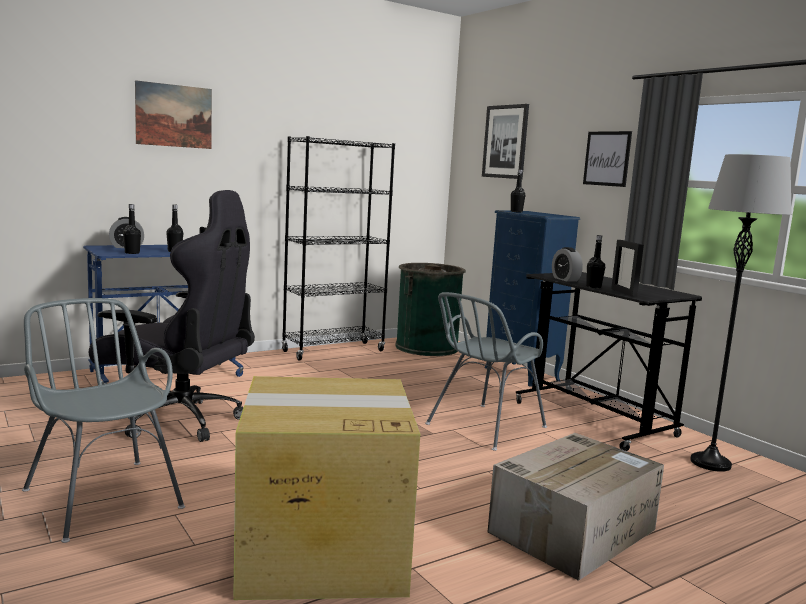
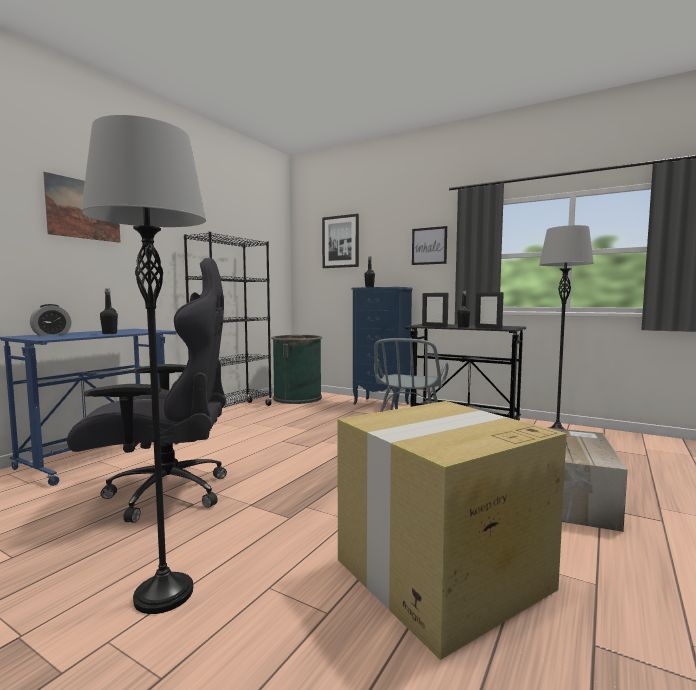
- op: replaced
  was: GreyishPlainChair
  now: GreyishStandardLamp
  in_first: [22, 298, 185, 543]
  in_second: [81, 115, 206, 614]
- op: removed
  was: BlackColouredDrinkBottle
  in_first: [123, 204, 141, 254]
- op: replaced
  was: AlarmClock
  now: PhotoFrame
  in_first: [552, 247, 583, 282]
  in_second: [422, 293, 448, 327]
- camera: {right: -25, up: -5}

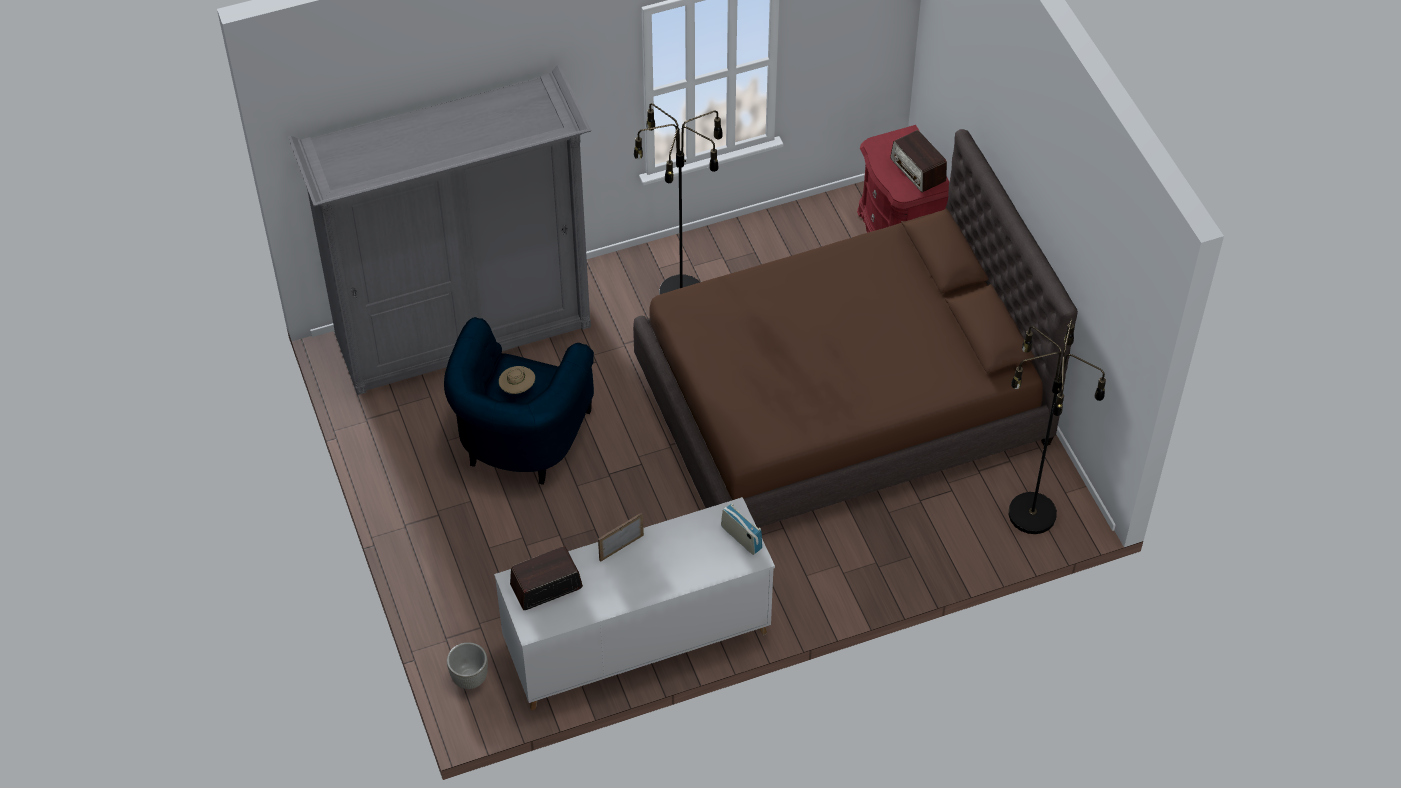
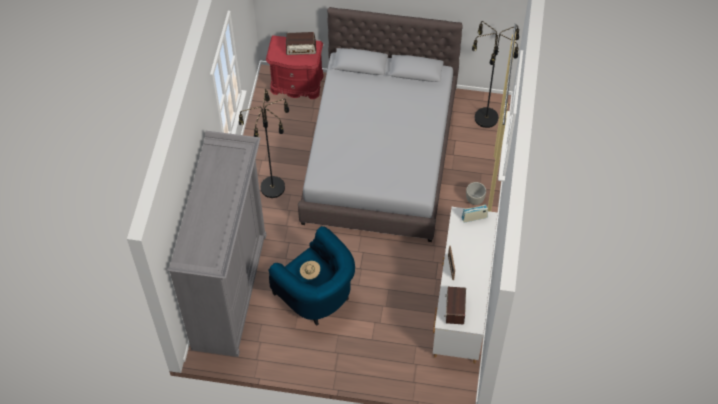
- op: moved
  was: GreyishFlowerPot
  in_first: [447, 642, 488, 689]
  in_second: [466, 182, 486, 205]
- op: recoloured
  was: BrownishBedroomBed
  now: GreyishBedroomBed
  in_first: [633, 129, 1078, 528]
  in_second: [298, 7, 463, 242]
- camera: {right: -60, up: 5}

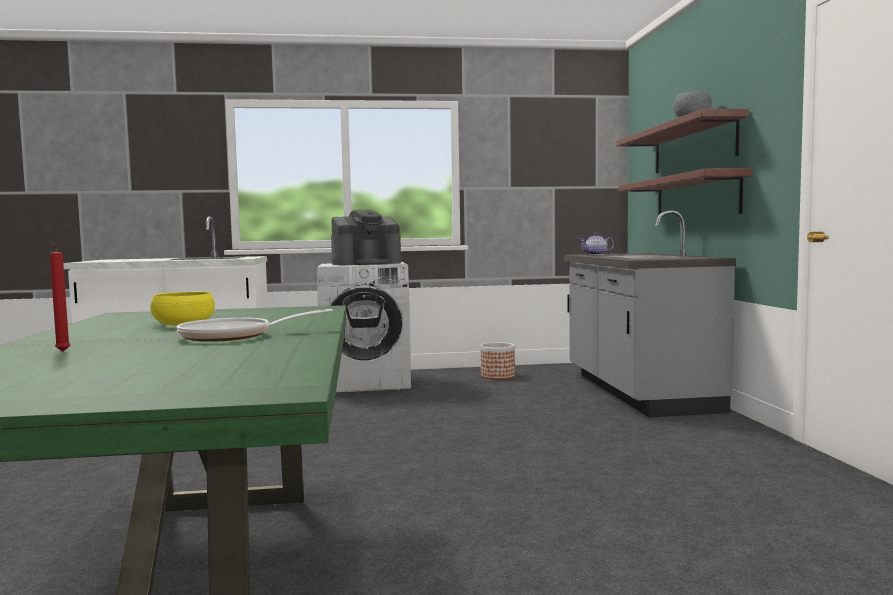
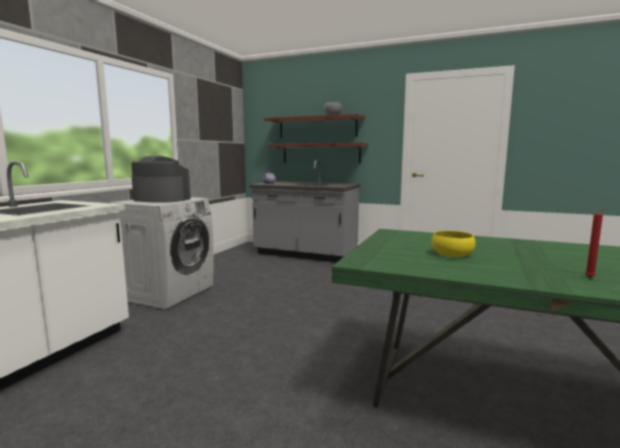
- op: removed
  was: Skillet
  in_first: [177, 309, 333, 342]
- op: turned
  was: CoffeeMaker
  in_first: [331, 210, 401, 265]
  in_second: [131, 156, 191, 203]
  clockwise: -75
- op: removed
  was: FlowerPot
  in_first: [480, 342, 515, 380]
- camera: {right: -60, up: 5}

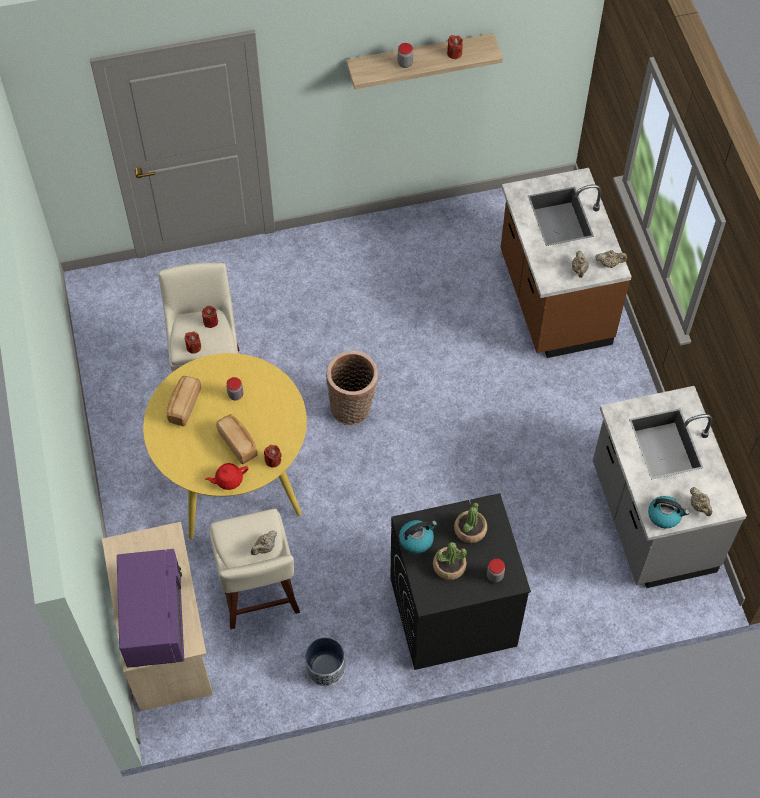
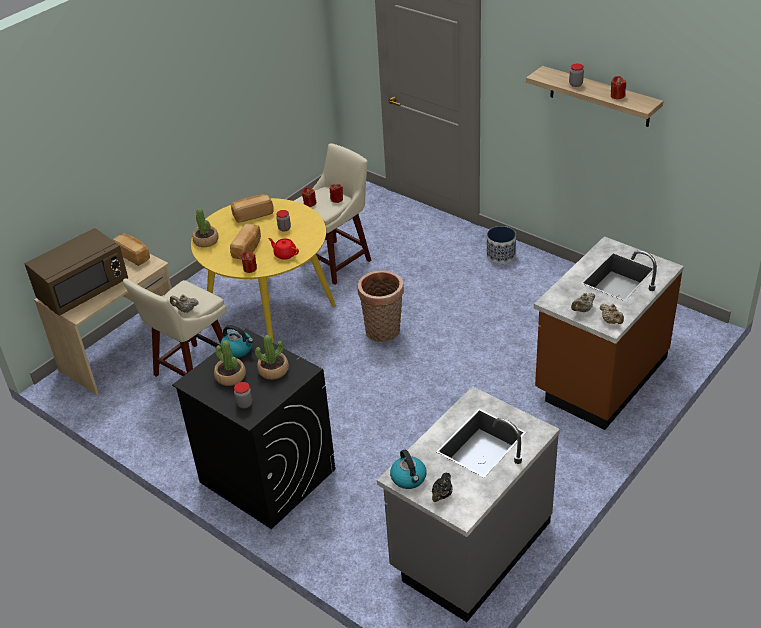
- op: recoloured
  was: PurplishMicrowave
  now: BrownishMicrowave
  in_first: [117, 549, 184, 668]
  in_second: [25, 228, 128, 316]
- op: moved
  was: RedColouredTeapot
  in_first: [205, 463, 248, 490]
  in_second: [268, 238, 299, 260]
- op: moved
  was: FlowerPot
  in_first: [305, 637, 345, 686]
  in_second: [487, 226, 516, 263]
- op: recoloured
  was: BeigeColouredTeapot
  now: BlackColouredTeapot
  in_first: [690, 487, 712, 516]
  in_second: [432, 473, 452, 502]
- op: added
  now: Bread
  in_second: [113, 233, 150, 266]
- op: added
  now: Houseplant
  in_second: [192, 208, 219, 247]
- camera: {right: 55, up: -20}

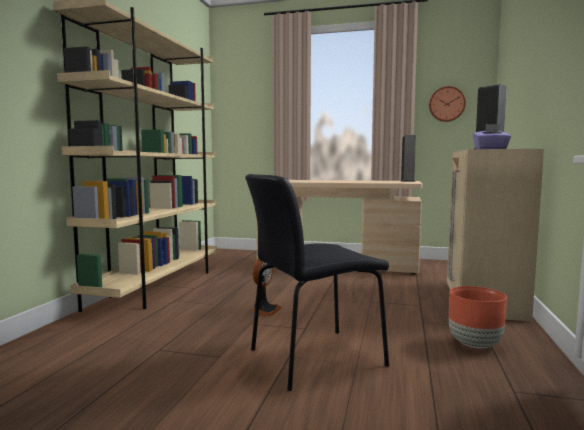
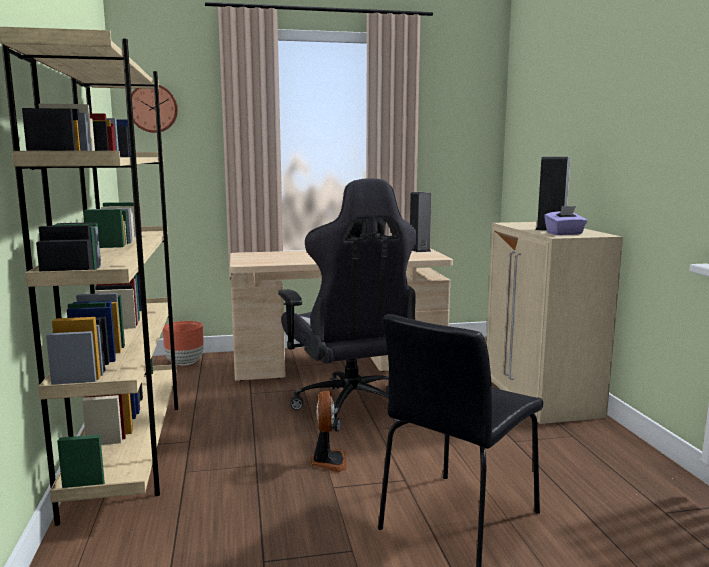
- op: moved
  was: ClockOnTheWall
  in_first: [429, 86, 466, 122]
  in_second: [132, 85, 178, 133]
- op: moved
  was: BrownishFlowerPot
  in_first: [449, 286, 507, 348]
  in_second: [163, 321, 204, 366]
- op: added
  now: BlackColouredDeskChair
  in_second: [278, 178, 417, 431]
- camera: {right: -25, up: 5}

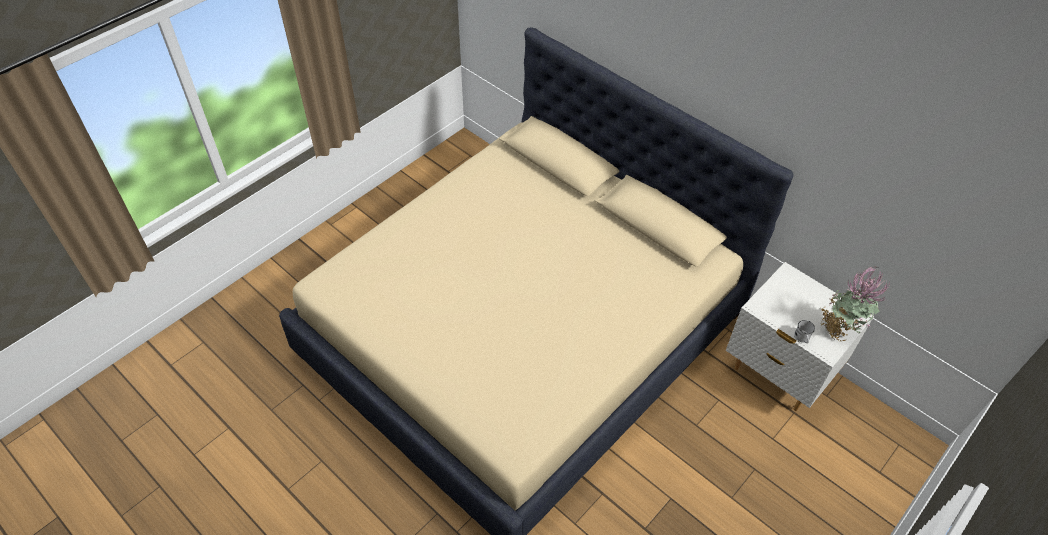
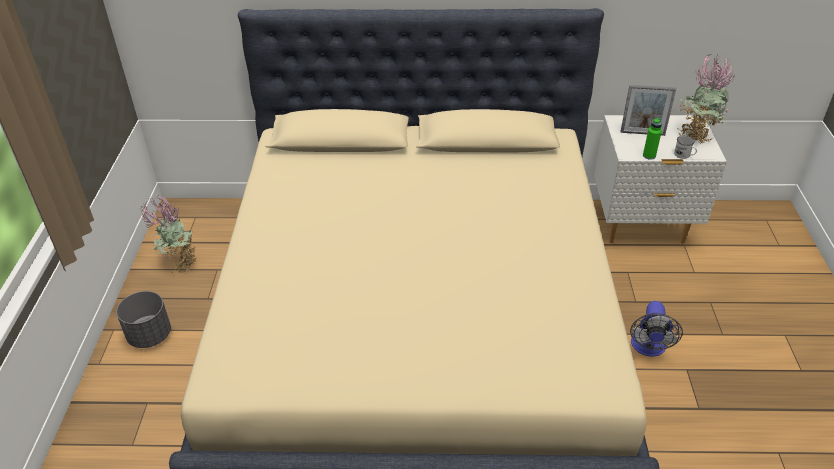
- op: added
  now: GreyishFlowerPot
  in_second: [116, 291, 171, 348]
- op: added
  now: Houseplant
  in_second: [140, 196, 196, 274]
- op: added
  now: PhotoFrame
  in_second: [621, 85, 676, 136]
- op: added
  now: Fan
  in_second: [630, 301, 683, 357]
- op: added
  now: GreenishDrinkBottle
  in_second: [643, 118, 662, 160]
- camera: {right: -40, up: -10}

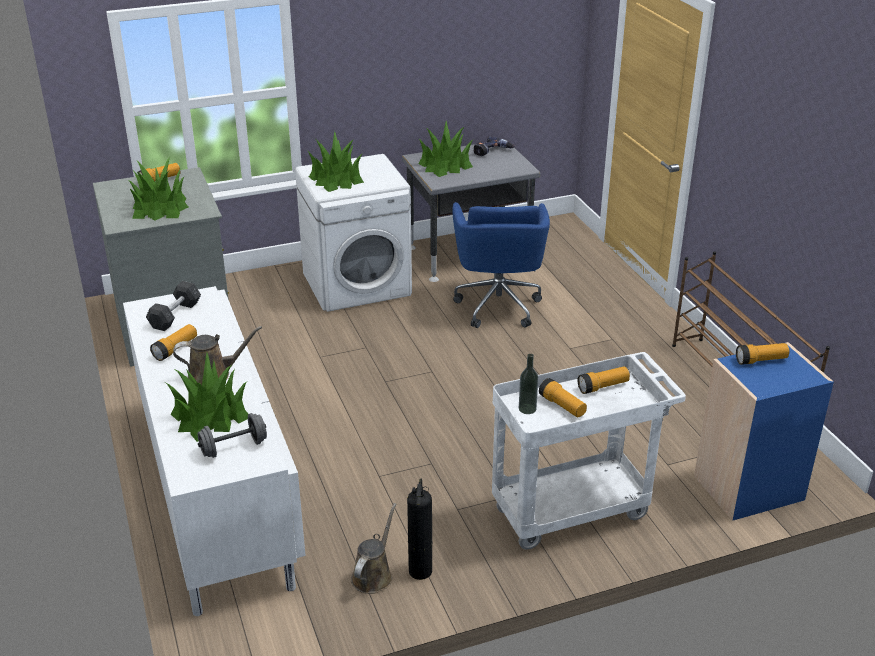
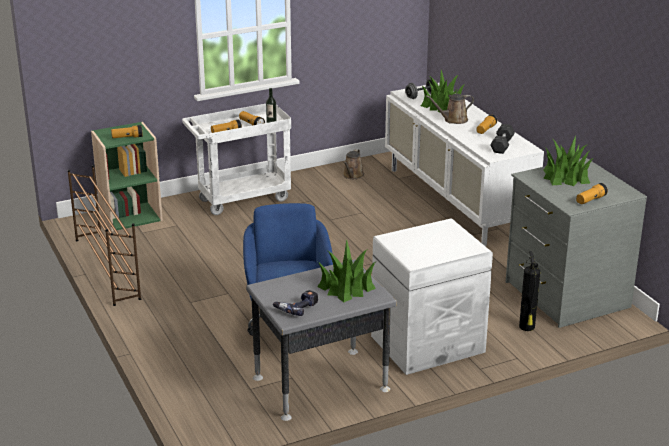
- op: removed
  was: Houseplant
  in_first: [307, 131, 364, 192]
- op: moved
  was: FireFightingCylinder
  in_first: [407, 478, 432, 580]
  in_second: [519, 251, 540, 331]
- op: recoloured
  was: BlueColouredShelvingUnit
  now: GreenishShelvingUnit
  in_first: [694, 342, 834, 521]
  in_second: [91, 122, 163, 231]
- camera: {right: 175, up: -5}

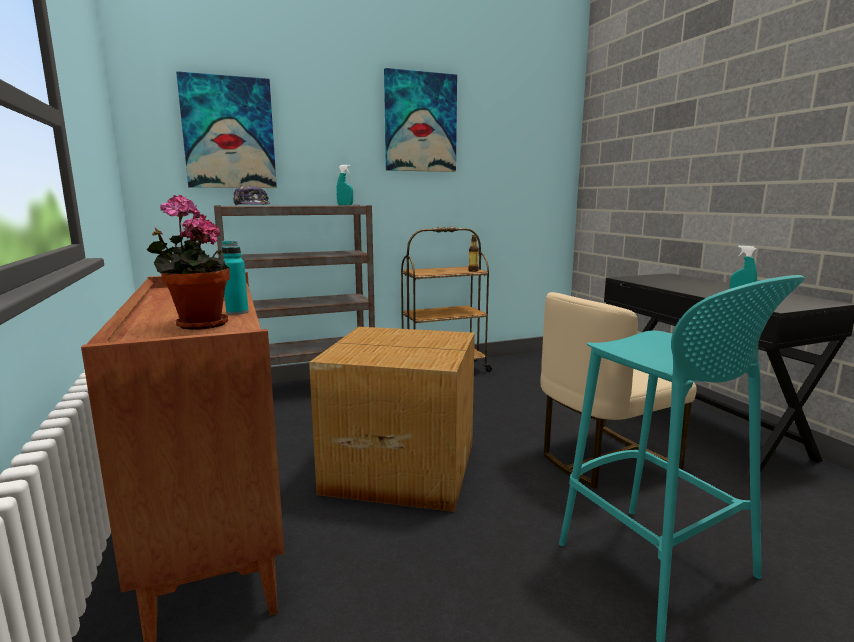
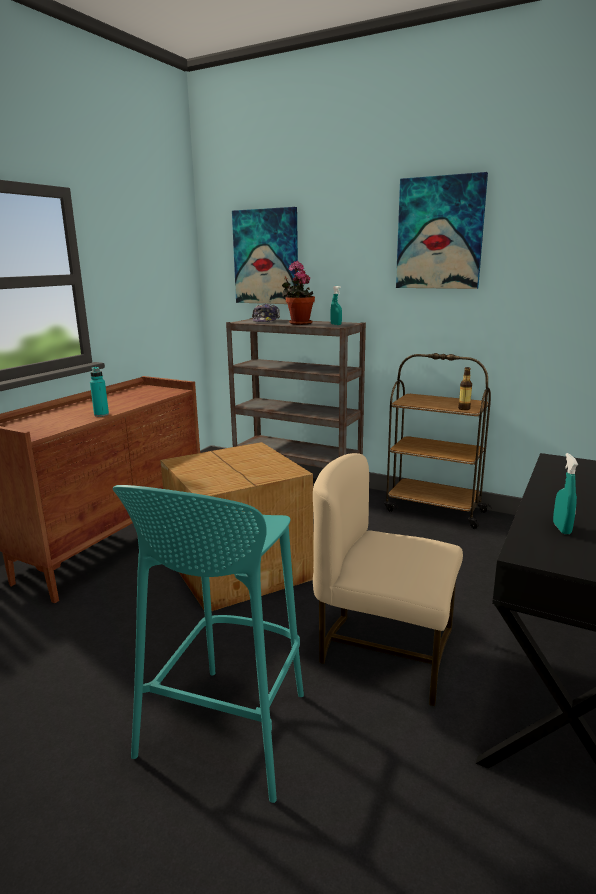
- op: moved
  was: Houseplant
  in_first: [147, 195, 230, 330]
  in_second: [282, 261, 315, 325]
- camera: {right: 50, up: 5}

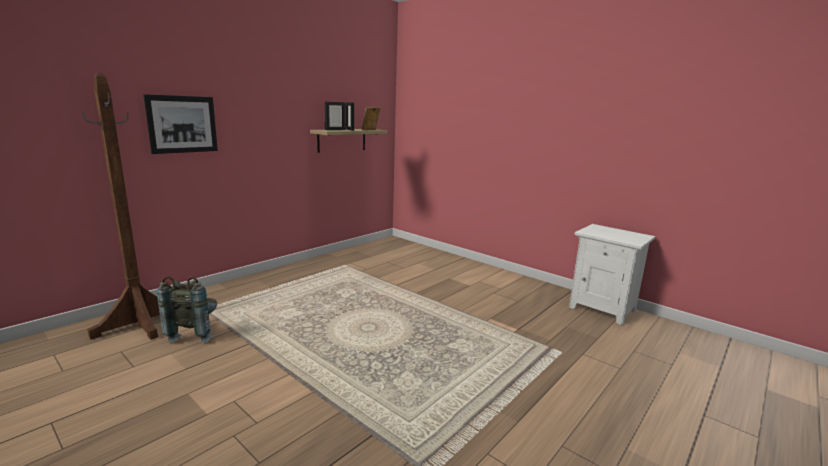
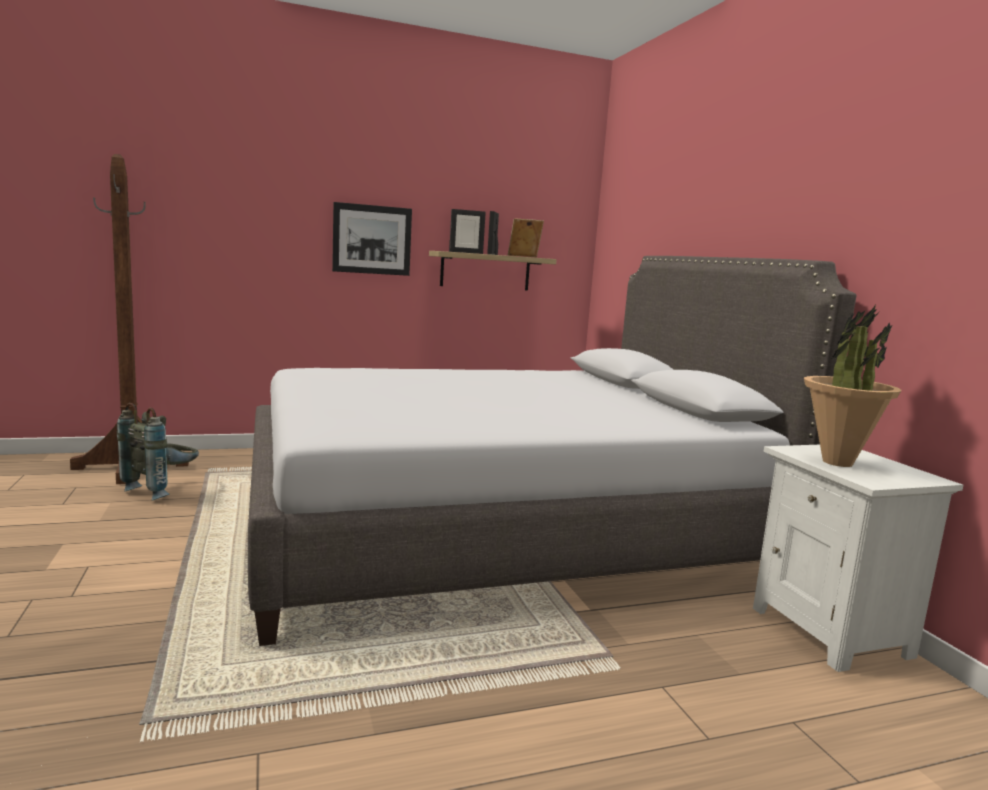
- op: moved
  was: WallArt
  in_first: [143, 94, 218, 154]
  in_second: [332, 202, 412, 276]
- op: added
  now: GreyishBedroomBed
  in_second: [248, 256, 857, 646]
- op: added
  now: Houseplant
  in_second: [804, 305, 902, 467]
- camera: {right: 30, up: -5}

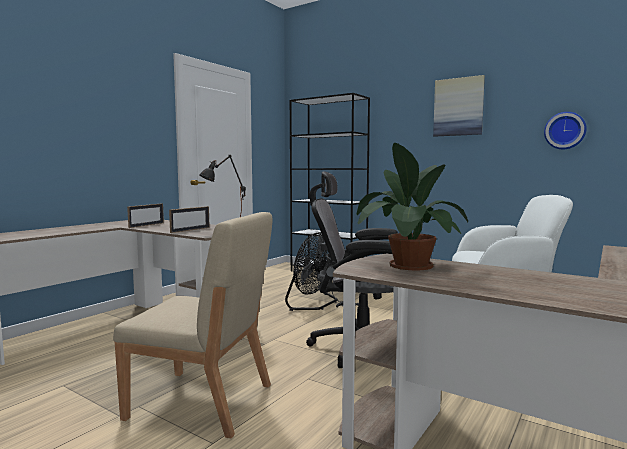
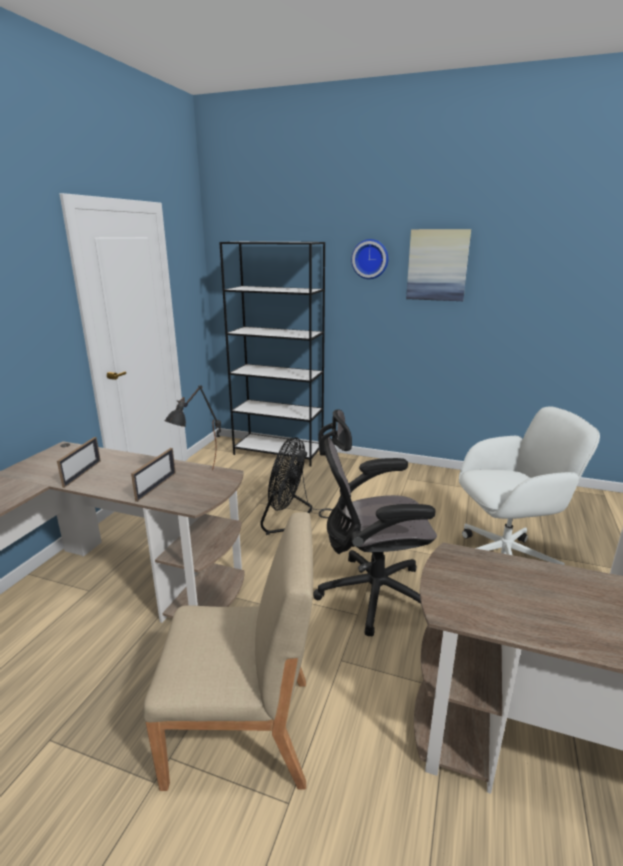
- op: removed
  was: Houseplant
  in_first: [356, 143, 468, 270]
- op: moved
  was: ClockOnTheWall
  in_first: [544, 112, 587, 149]
  in_second: [351, 239, 388, 279]
- camera: {right: -15, up: 15}

